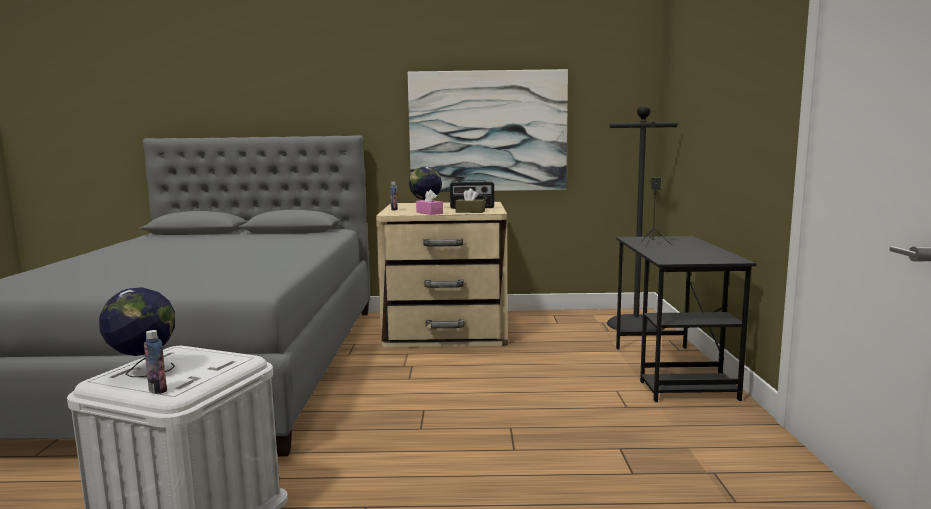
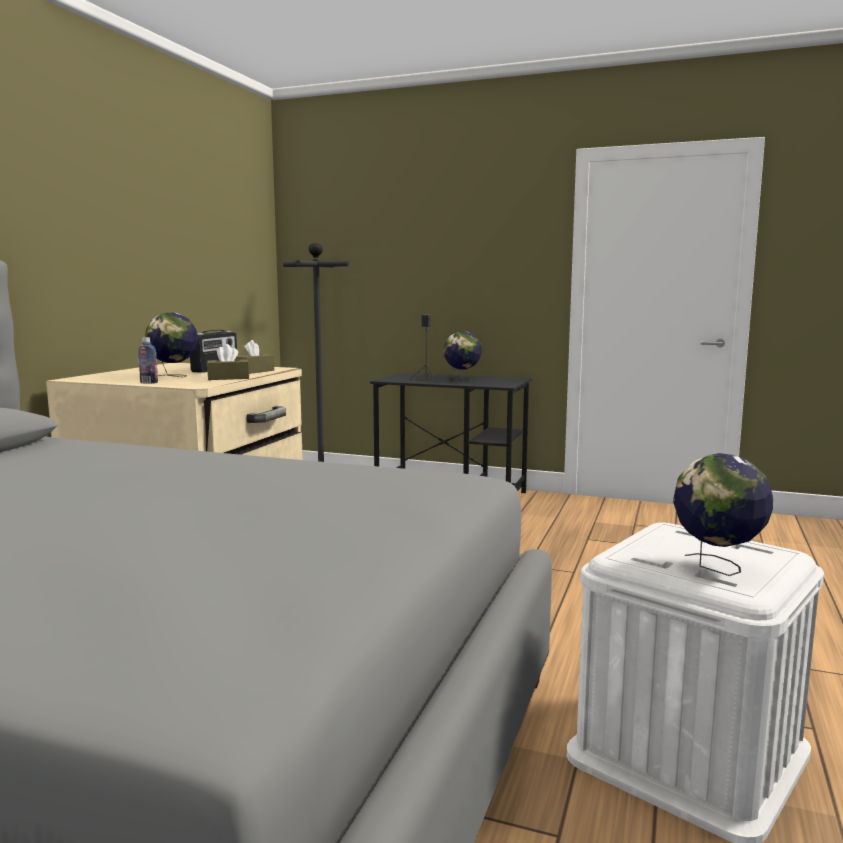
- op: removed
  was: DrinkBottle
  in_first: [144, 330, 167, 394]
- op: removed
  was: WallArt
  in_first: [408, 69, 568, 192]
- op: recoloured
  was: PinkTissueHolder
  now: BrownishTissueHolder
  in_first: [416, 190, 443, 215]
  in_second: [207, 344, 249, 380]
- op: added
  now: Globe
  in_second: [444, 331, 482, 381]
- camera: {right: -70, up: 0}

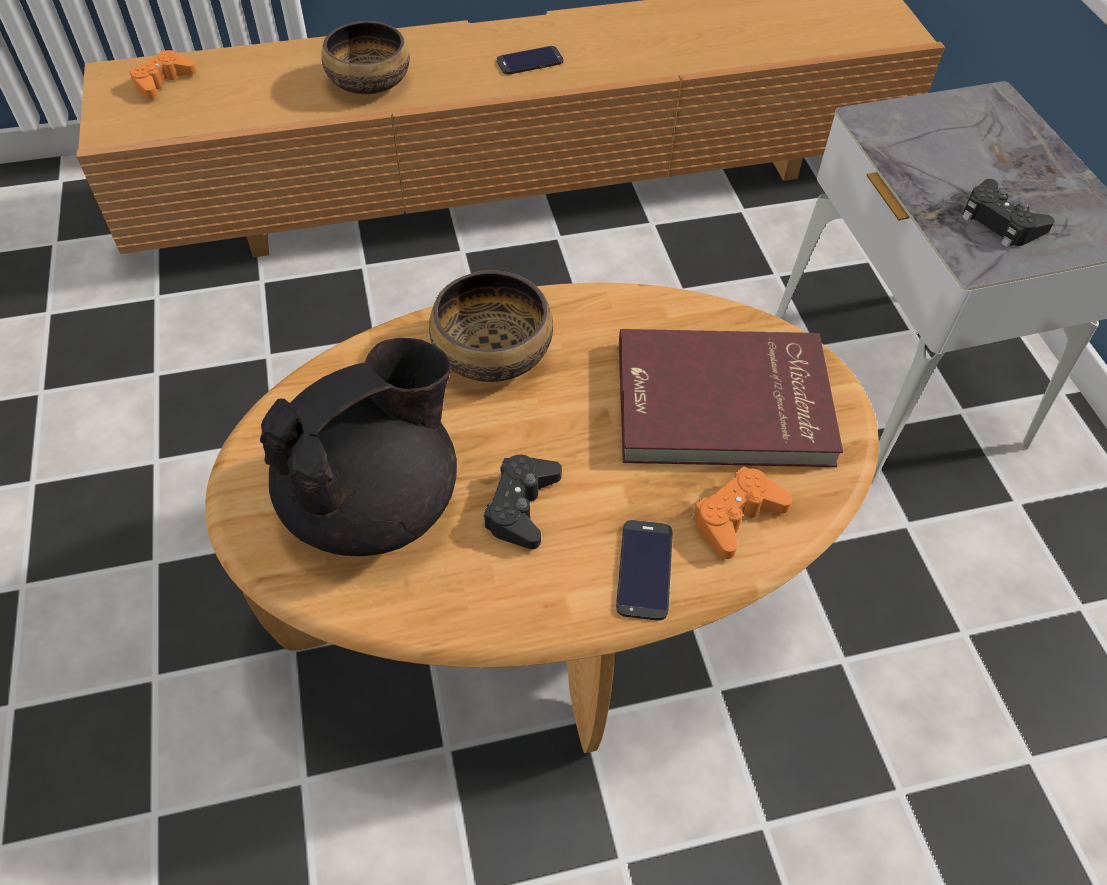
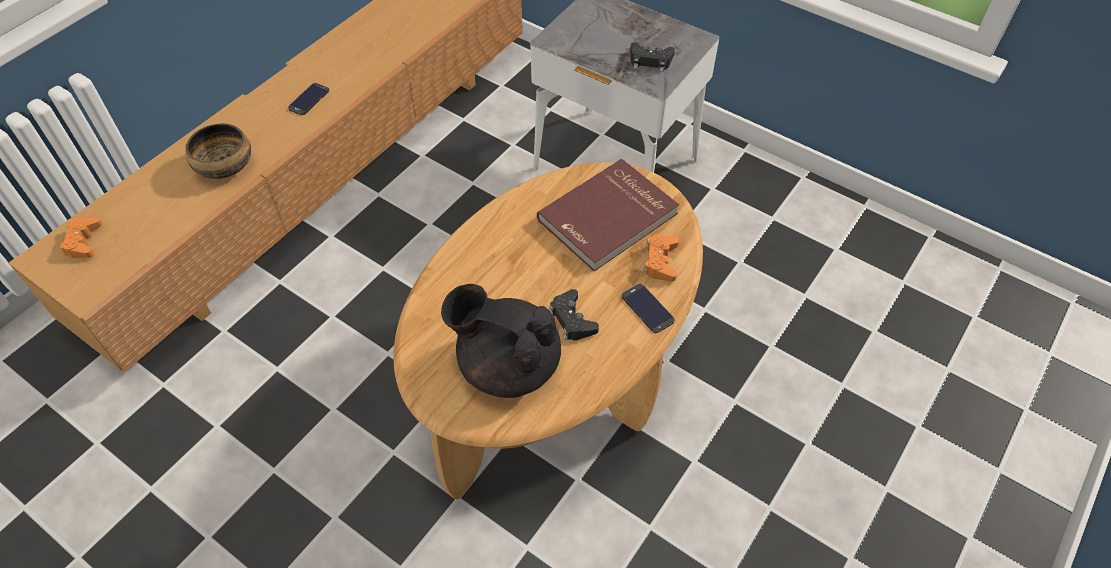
- op: turned
  was: BlackColouredTeapot
  in_first: [260, 338, 457, 556]
  in_second: [441, 284, 561, 398]
  clockwise: -75
- op: removed
  was: DeepDish
  in_first: [429, 270, 553, 382]
- camera: {right: -40, up: 0}

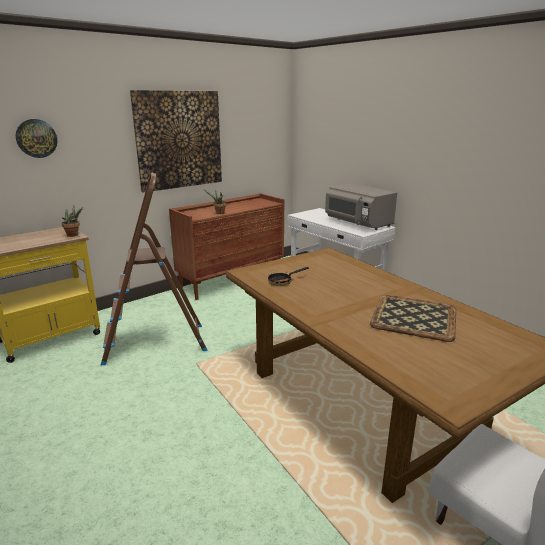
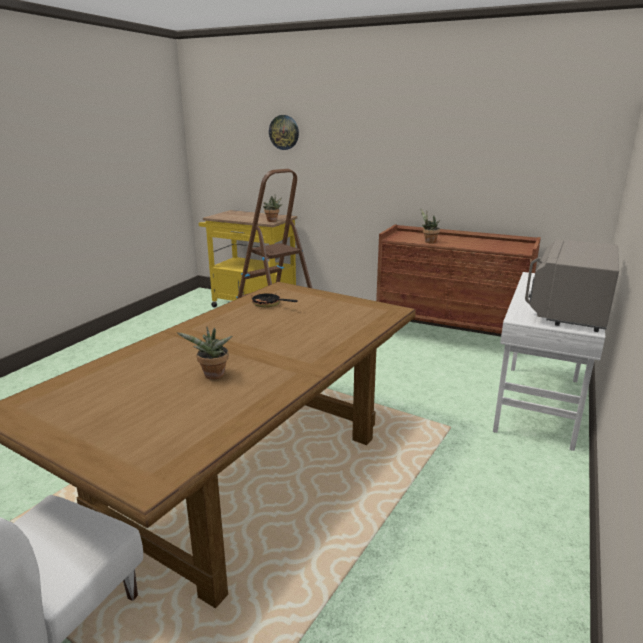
- op: removed
  was: WallArt
  in_first: [130, 90, 222, 192]
- op: replaced
  was: CarryingTray
  now: Houseplant
  in_first: [370, 295, 456, 342]
  in_second: [176, 327, 232, 379]
- camera: {right: 65, up: 0}

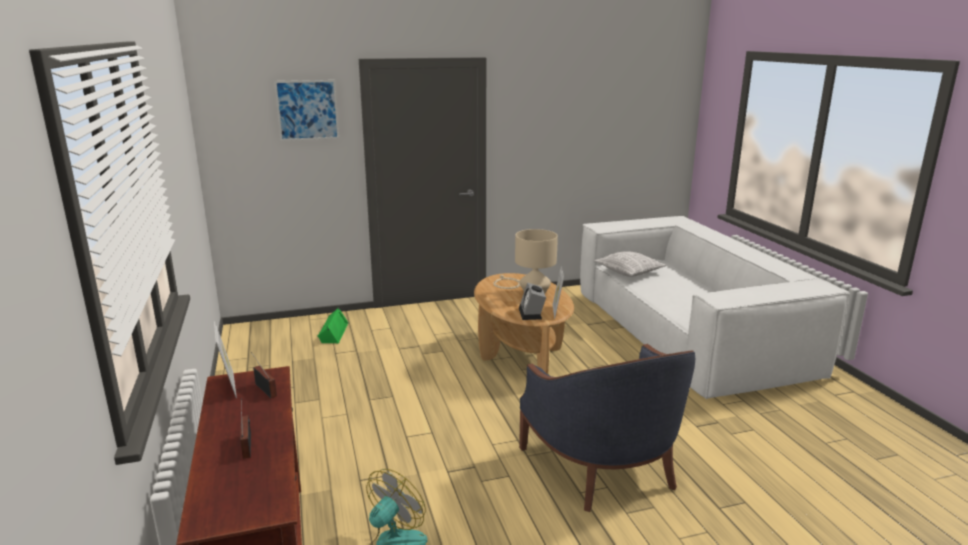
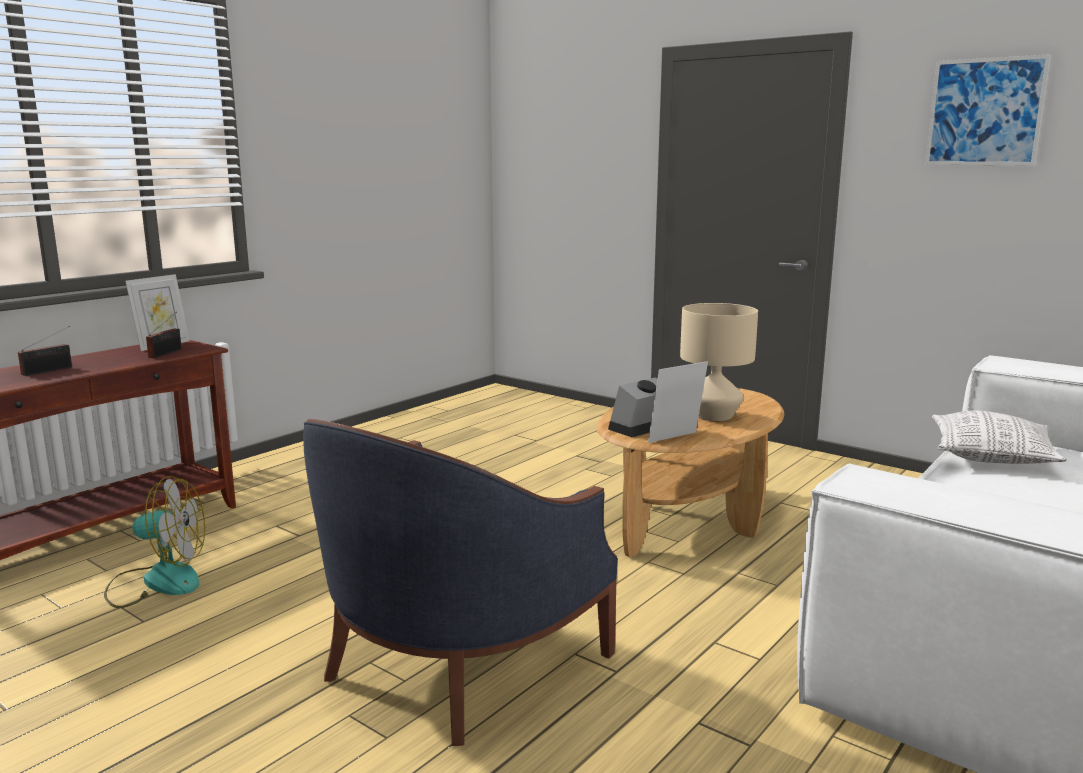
- op: moved
  was: WallArt
  in_first: [274, 80, 339, 141]
  in_second: [925, 54, 1051, 166]
- op: removed
  was: GreenishLoudspeaker
  in_first: [318, 307, 349, 343]
- camera: {right: 55, up: -5}

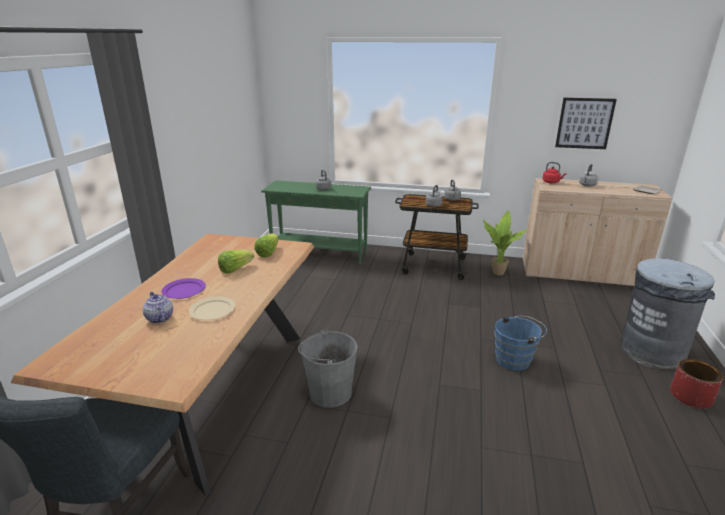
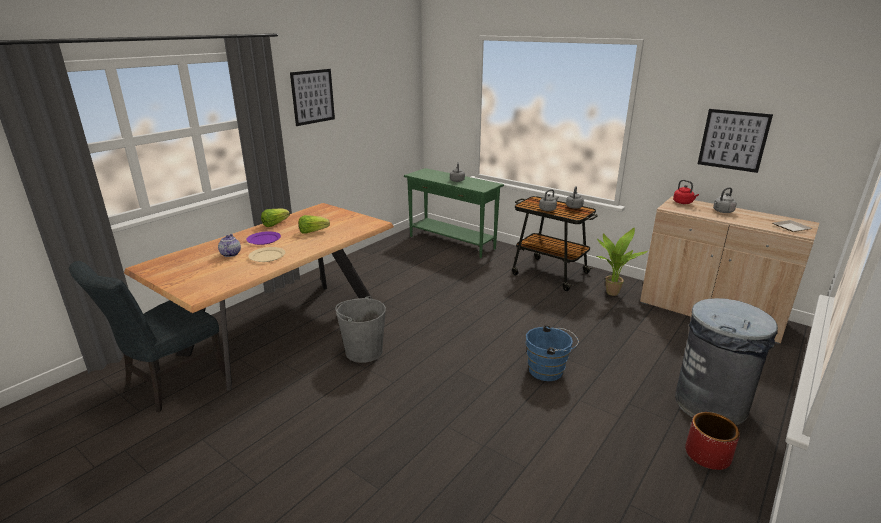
- op: moved
  was: Lettuce
  in_first: [254, 234, 279, 258]
  in_second: [261, 208, 290, 227]
- op: added
  now: WallArt
  in_second: [290, 69, 335, 126]
- camera: {right: 25, up: 0}

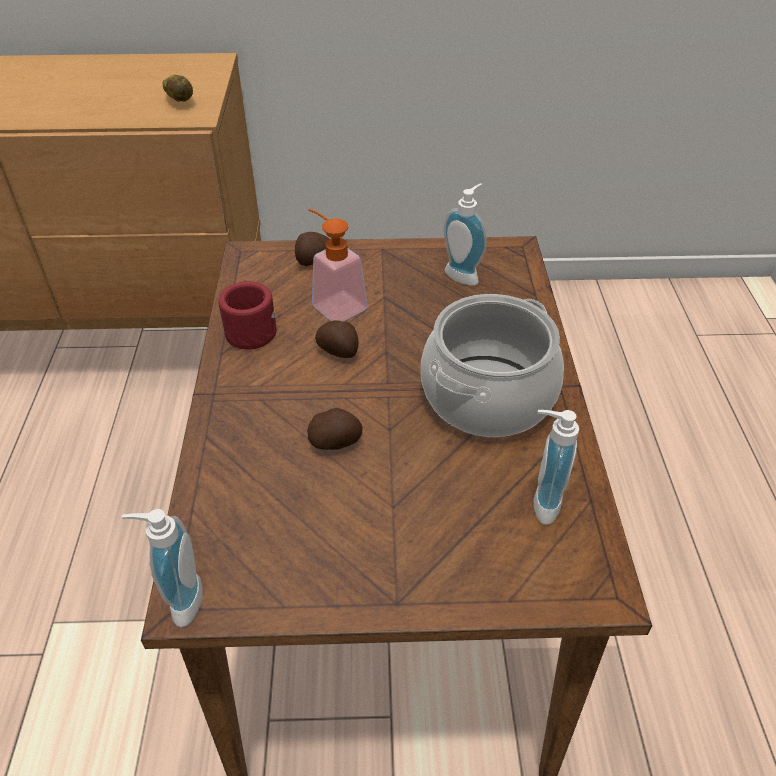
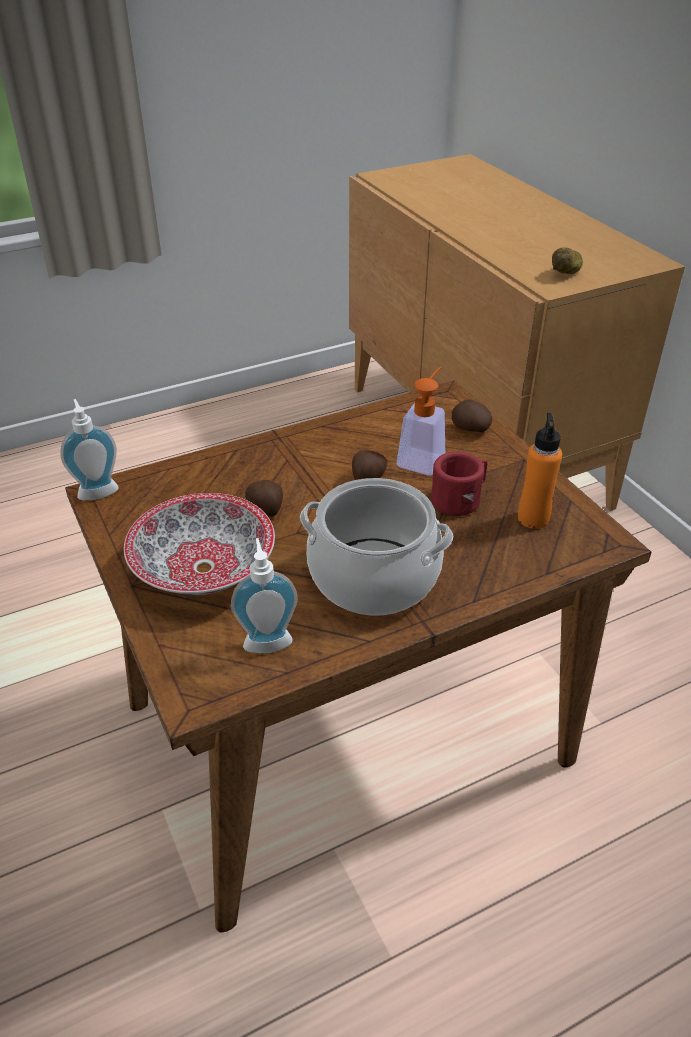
- op: moved
  was: RedColouredTeaMug
  in_first: [218, 280, 276, 350]
  in_second: [431, 452, 487, 516]
- op: replaced
  was: LiquidSoapBottle
  now: OrangeyDrinkBottle
  in_first: [443, 183, 487, 286]
  in_second: [518, 413, 562, 529]
- op: added
  now: DeepDish
  in_second: [124, 493, 275, 595]
- camera: {right: 65, up: -5}

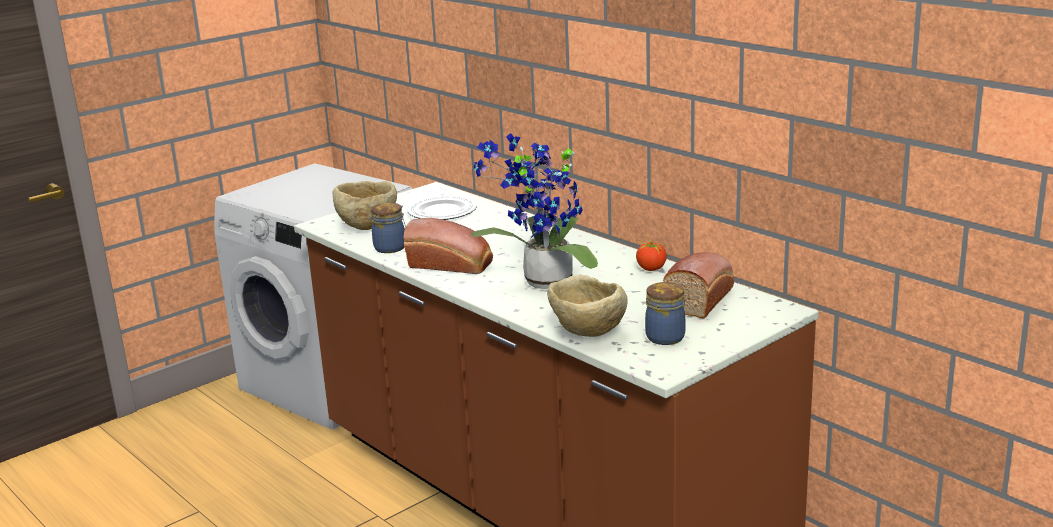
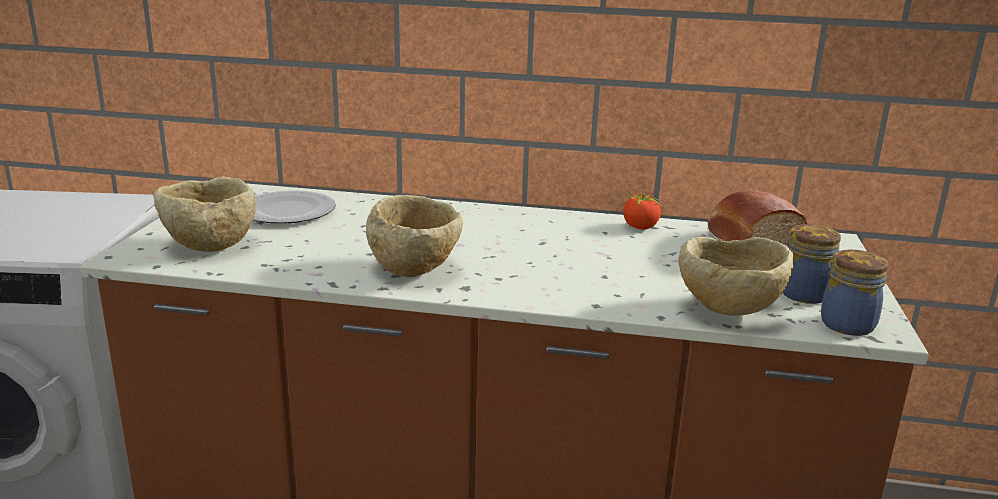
- op: moved
  was: StorageJar
  in_first: [371, 203, 406, 253]
  in_second: [821, 250, 889, 336]
- op: replaced
  was: Bread
  now: BeigeColouredDeepDish
  in_first: [403, 218, 493, 274]
  in_second: [366, 195, 463, 277]
- op: removed
  was: Houseplant
  in_first: [471, 133, 598, 289]
- camera: {right: -40, up: 0}

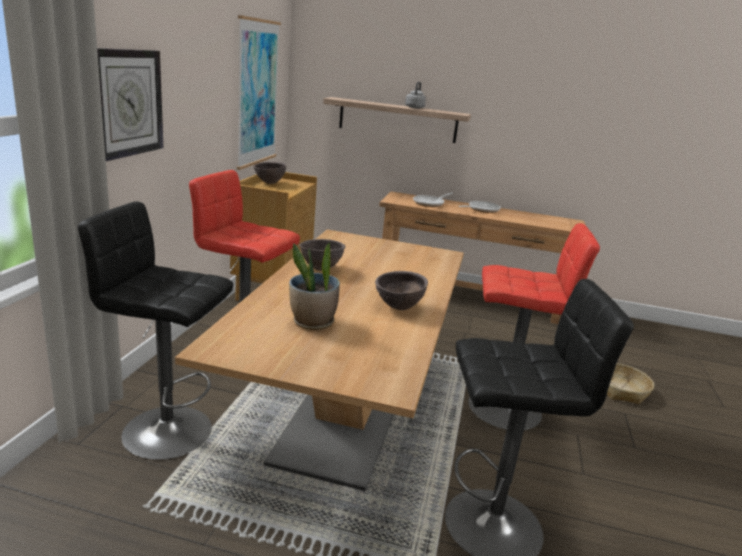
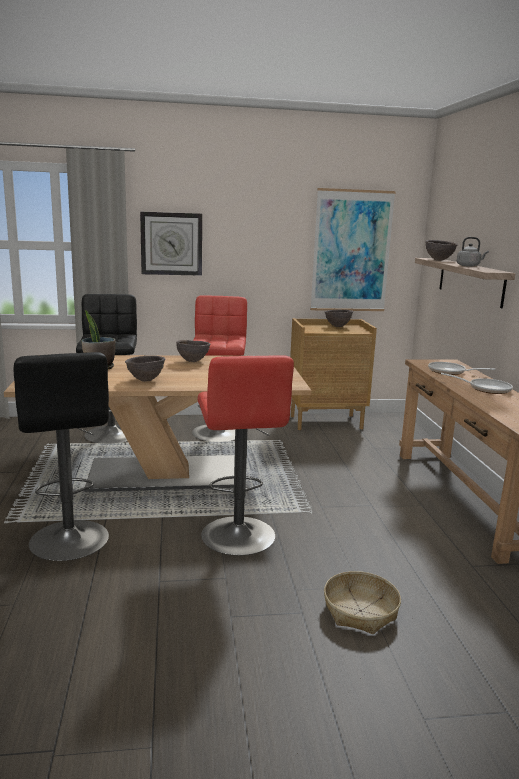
- op: added
  now: BrownishDeepDish
  in_second: [425, 240, 458, 261]
- camera: {right: 70, up: -5}

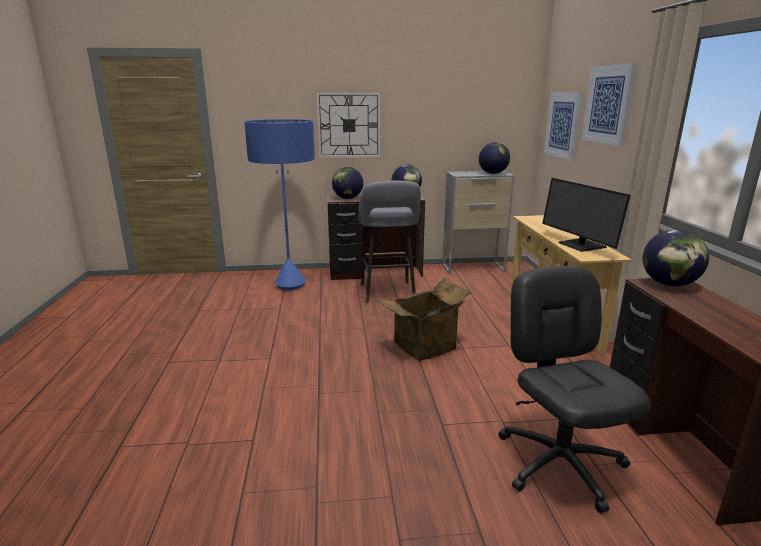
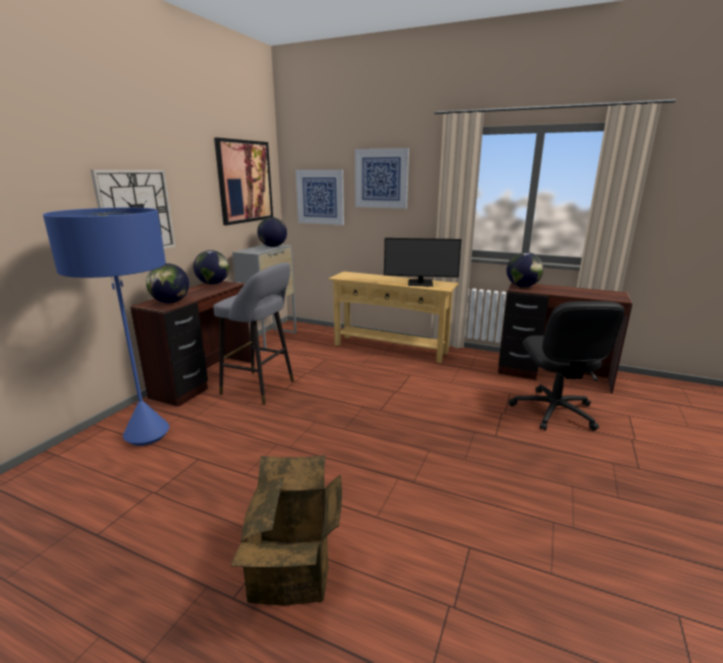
- op: moved
  was: PackingBox
  in_first: [378, 278, 472, 361]
  in_second: [231, 455, 342, 606]
- op: turned
  was: BlackColouredDeskChair
  in_first: [498, 266, 651, 513]
  in_second: [509, 301, 625, 431]
  clockwise: -105
- op: added
  now: WallArt
  in_second: [214, 137, 273, 225]
- camera: {right: -60, up: 0}

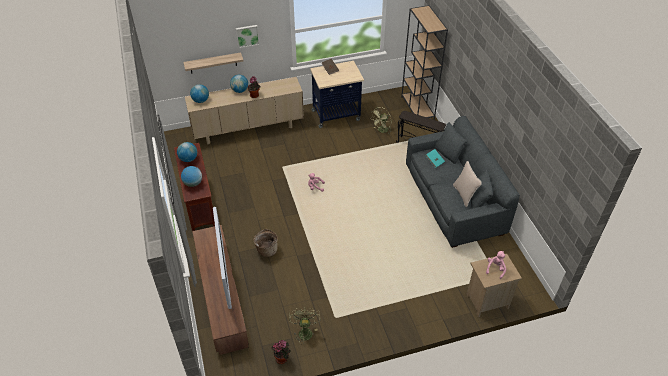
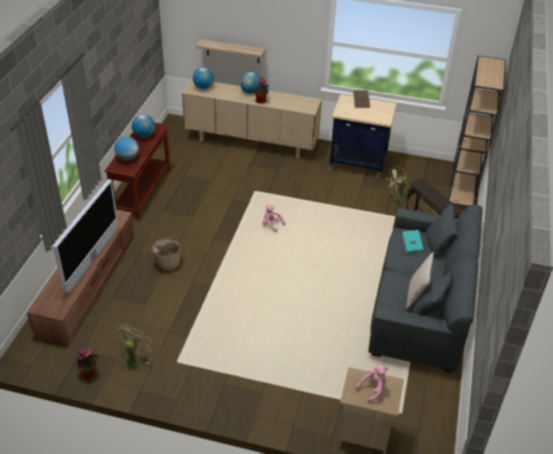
- op: removed
  was: WallArt
  in_first: [236, 25, 260, 48]
- camera: {right: 30, up: -5}

